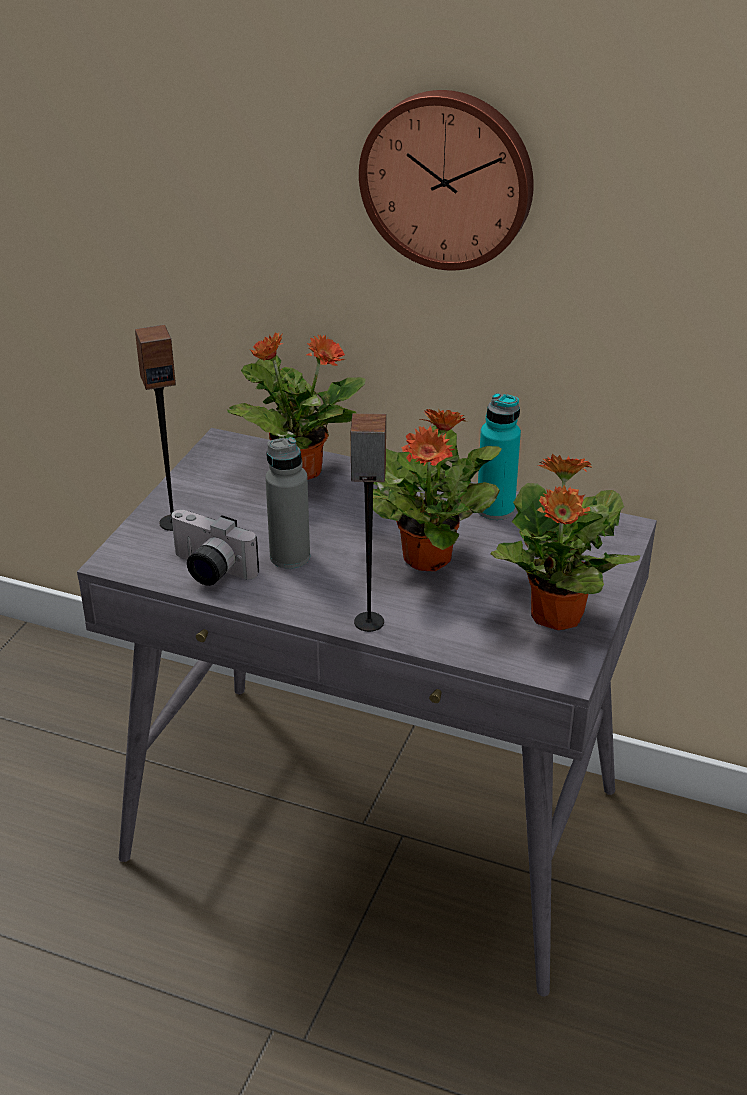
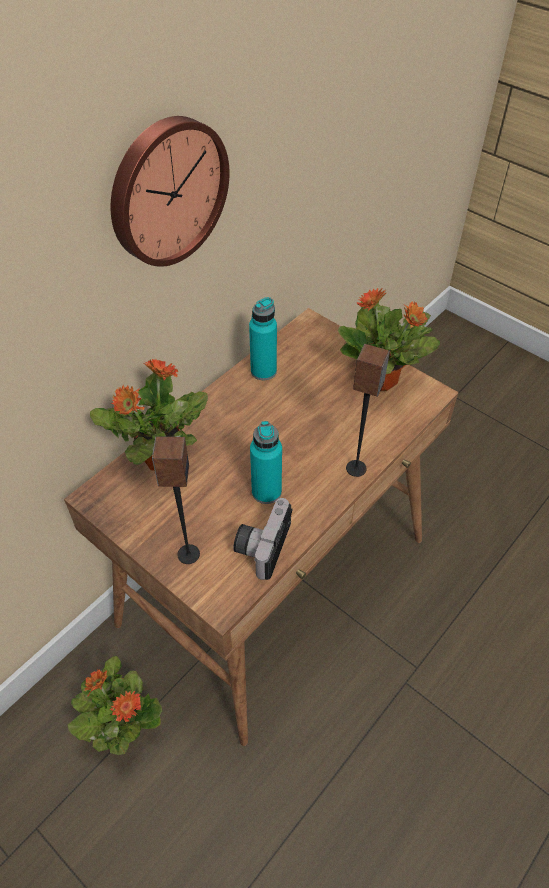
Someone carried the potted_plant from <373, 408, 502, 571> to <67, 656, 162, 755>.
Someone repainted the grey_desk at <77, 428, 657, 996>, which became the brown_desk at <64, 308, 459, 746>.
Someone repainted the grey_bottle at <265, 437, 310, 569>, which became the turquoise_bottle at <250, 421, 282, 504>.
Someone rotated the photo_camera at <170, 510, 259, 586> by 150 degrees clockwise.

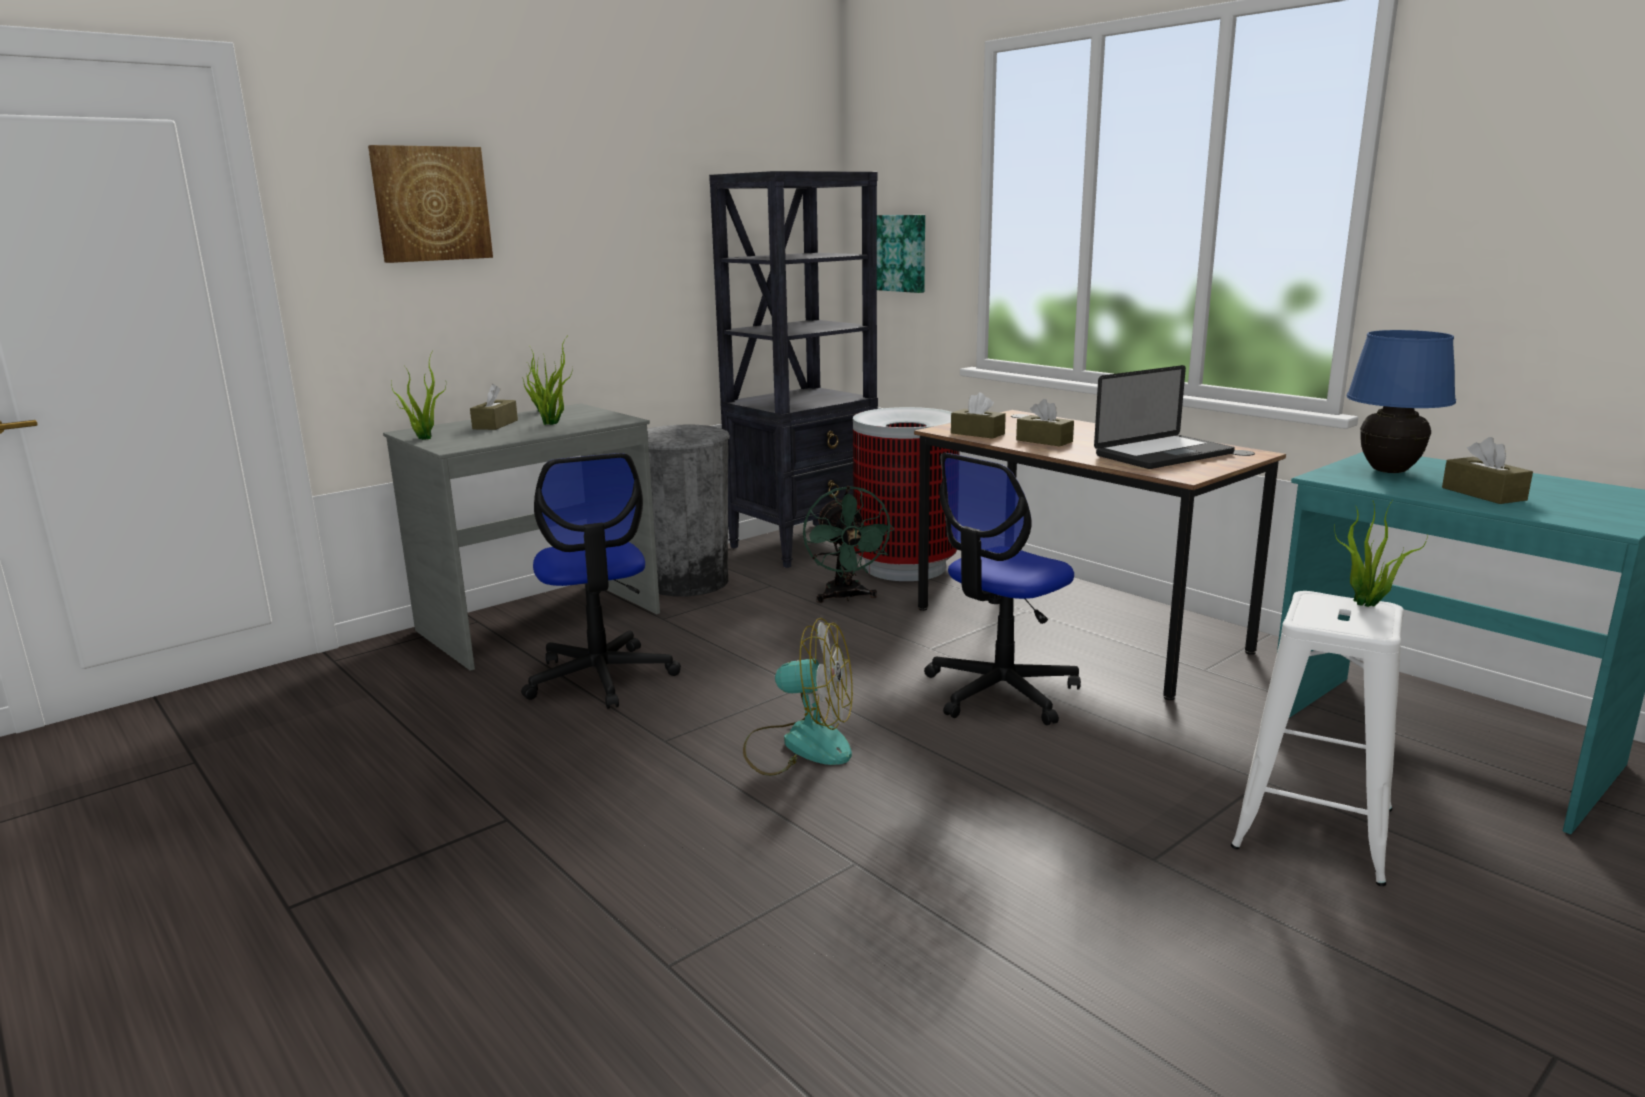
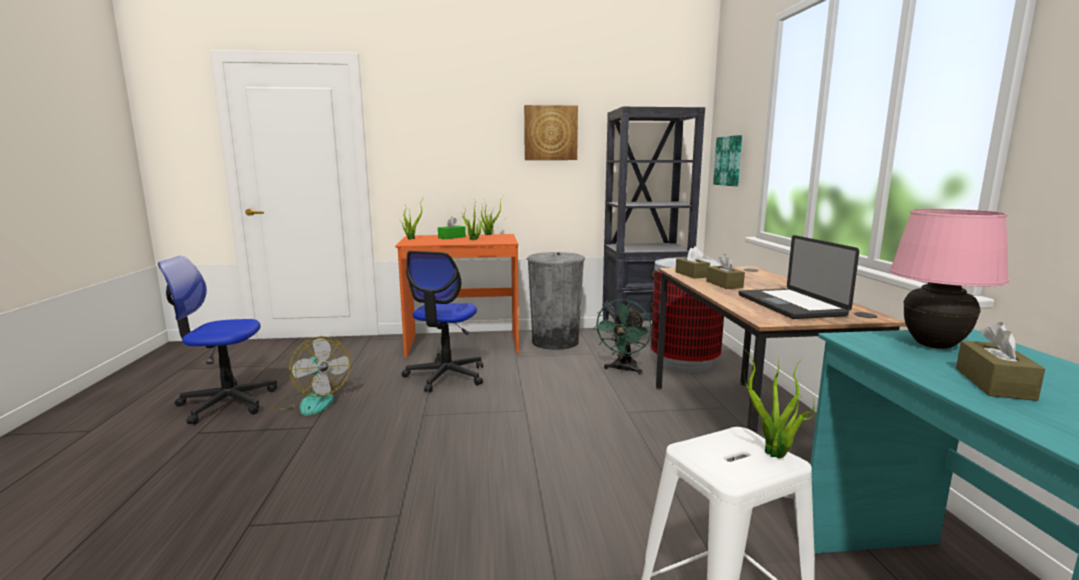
Someone carried the picture from <368, 145, 493, 263> to <524, 105, 578, 160>.
Someone carried the fan from <743, 618, 853, 776> to <273, 336, 350, 416>.
Someone carried the office_chair from <924, 453, 1081, 725> to <158, 256, 277, 425>.
Someone repainted the grey_desk at <383, 403, 660, 671>, which became the orange_desk at <395, 234, 519, 358>.
Someone repainted the brown_tissue_box at <470, 384, 518, 430>, which became the green_tissue_box at <438, 217, 466, 239>.
Someone repainted the blue_table_lamp at <1346, 330, 1456, 473>, which became the pink_table_lamp at <889, 209, 1009, 349>.
Someone rotated the laptop at <1094, 365, 1235, 469> by 75 degrees clockwise.

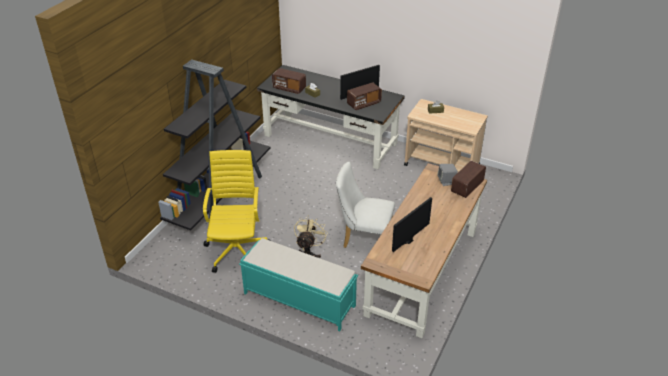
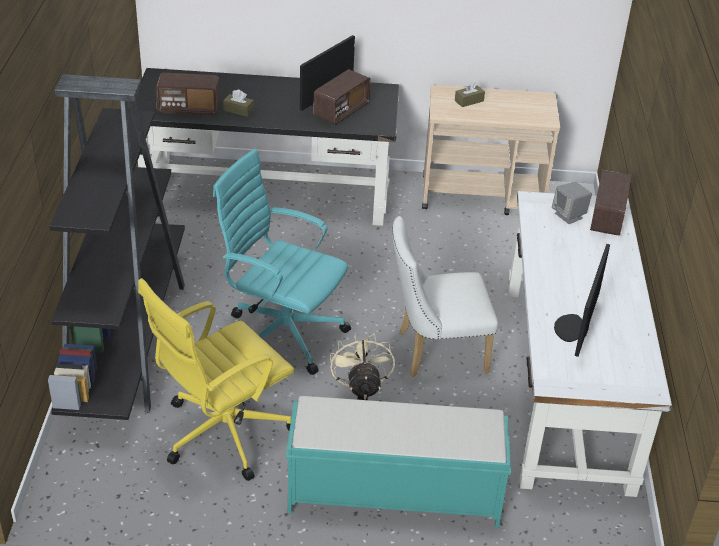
Someone put down the turquoise_office_chair at <213, 149, 351, 375>.
Someone repainted the brown_desk at <361, 163, 487, 338>, which became the white_desk at <508, 191, 672, 497>.
Someone rotated the yellow_office_chair at <203, 150, 269, 273> by 105 degrees counterclockwise.

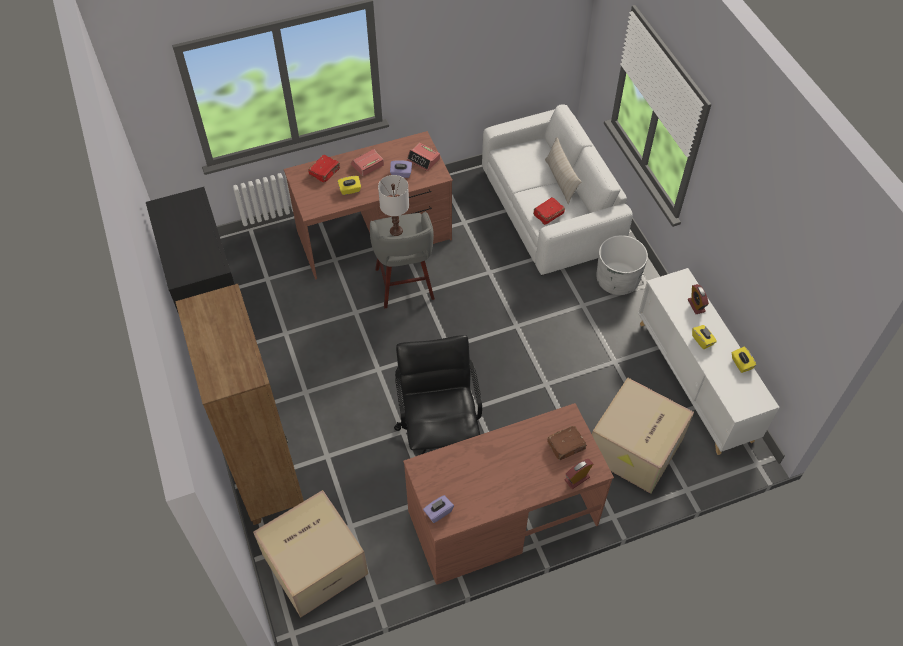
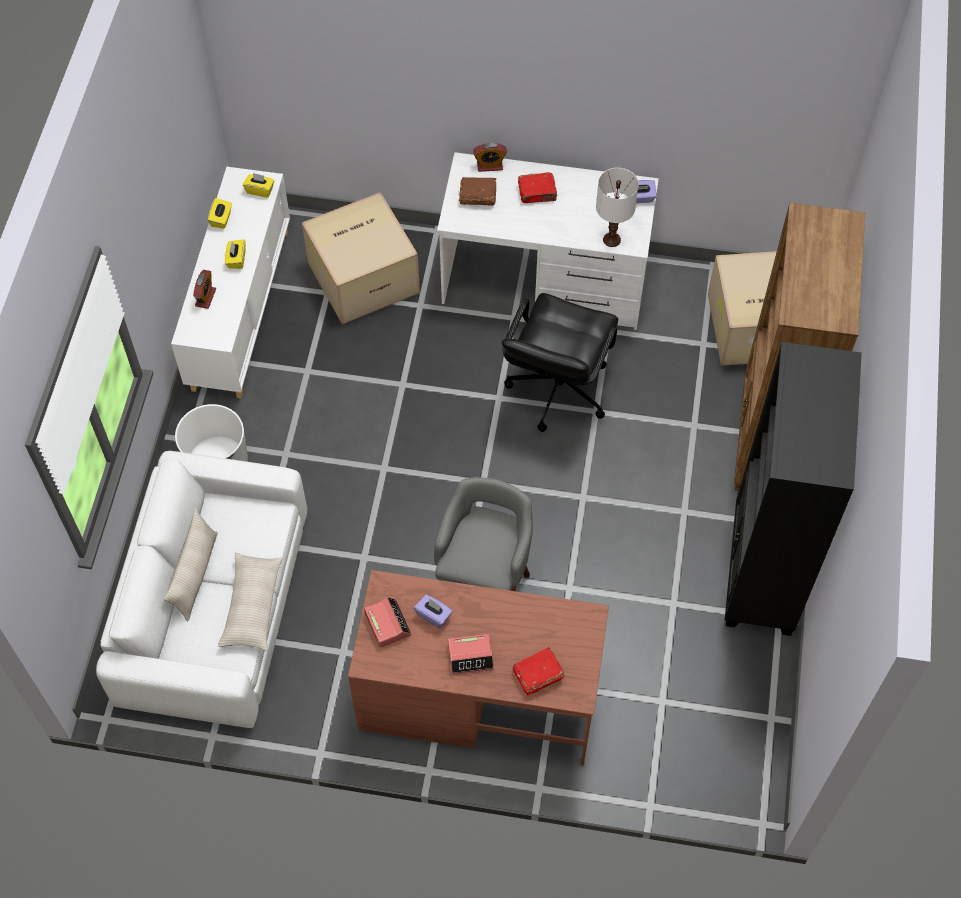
Someone put down the beige_pillow at <218, 553, 283, 651>.
Someone carried the yellow_tissue_box from <338, 176, 361, 195> to <243, 173, 274, 198>.
Someone carried the white_table_lamp from <378, 175, 409, 236> to <596, 168, 639, 247>.
Someone carried the red_book from <533, 197, 565, 225> to <518, 172, 558, 203>.
Someone repainted the brown_desk at <403, 403, 614, 585>, which became the white_desk at <437, 152, 659, 330>.

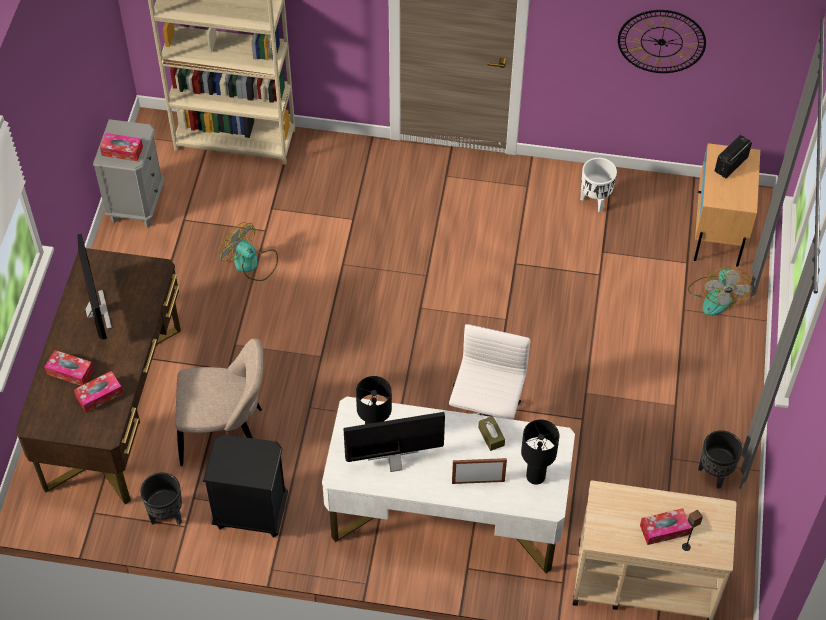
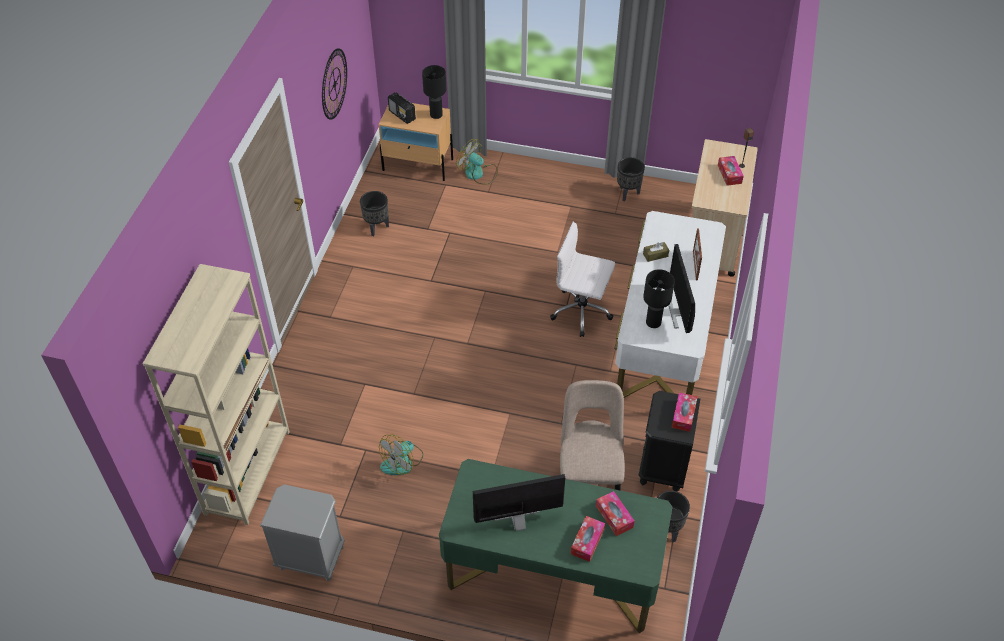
Someone carried the tissue_box from <100, 133, 143, 161> to <671, 392, 698, 432>.
Someone carried the black_table_lamp from <521, 420, 560, 485> to <422, 65, 446, 119>.
Someone repainted the brown_desk at <15, 248, 181, 504>, which became the green_desk at <439, 459, 672, 633>.
Someone repainted the white_planter at <580, 158, 617, 213>, which became the black_planter at <360, 191, 389, 236>.
Someone rotated the fan at <688, 267, 752, 316> by 150 degrees counterclockwise.

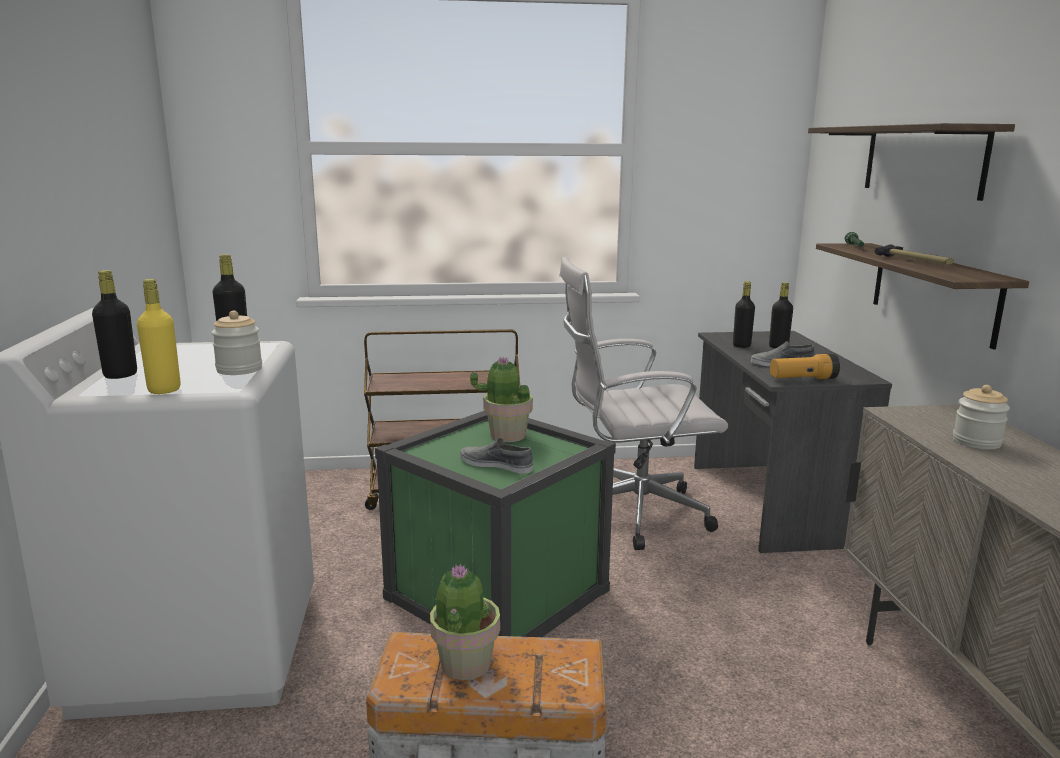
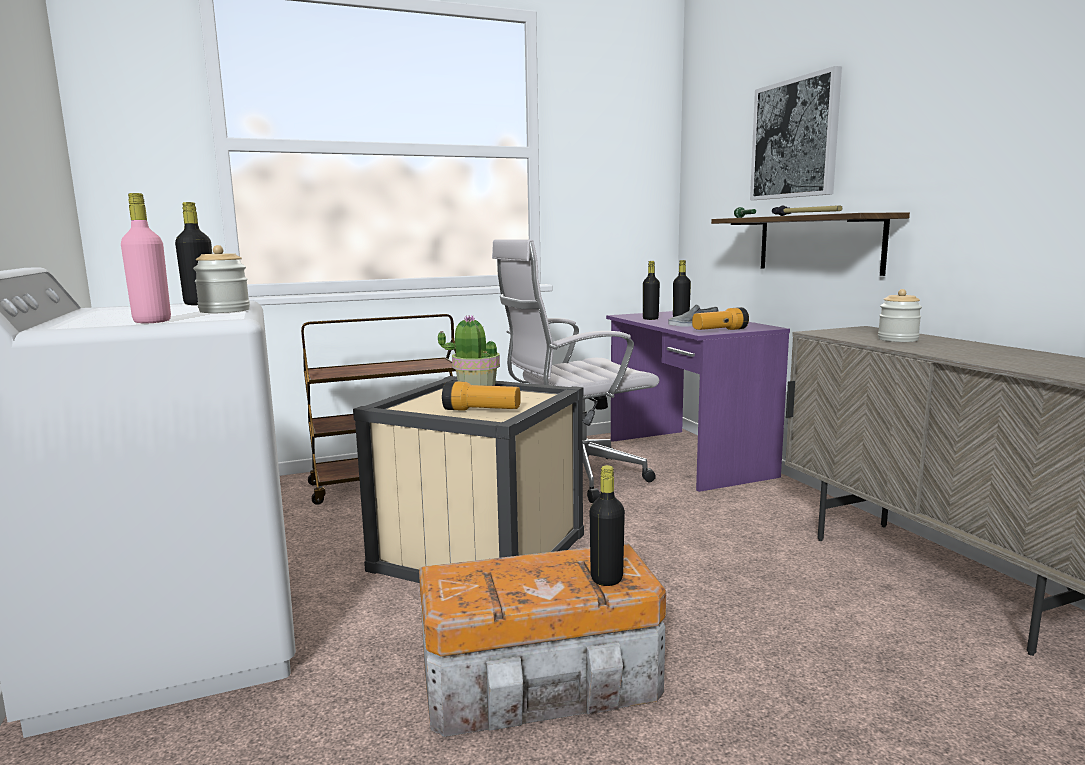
Someone took away the potted_plant at <430, 563, 500, 680>.
Someone carried the black_bottle from <92, 270, 137, 379> to <590, 465, 625, 586>.
Someone swapped the grey_shoe at <460, 438, 533, 474> for the flashlight at <442, 381, 521, 411>.
Someone swapped the shelf at <808, 123, 1015, 201> for the picture at <750, 66, 842, 200>.
Someone repainted the yellow_bottle at <137, 279, 181, 394>, which became the pink_bottle at <121, 193, 171, 323>.
Someone repainted the green_storage_box at <375, 411, 616, 637>, which became the beige_storage_box at <353, 376, 584, 583>.
Someone repainted the grey_desk at <694, 331, 892, 553>, which became the purple_desk at <606, 311, 790, 492>.

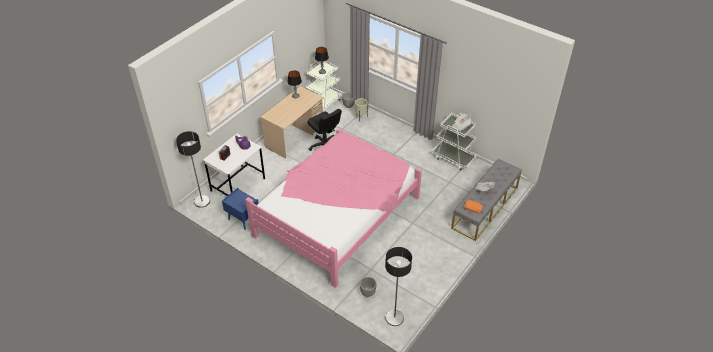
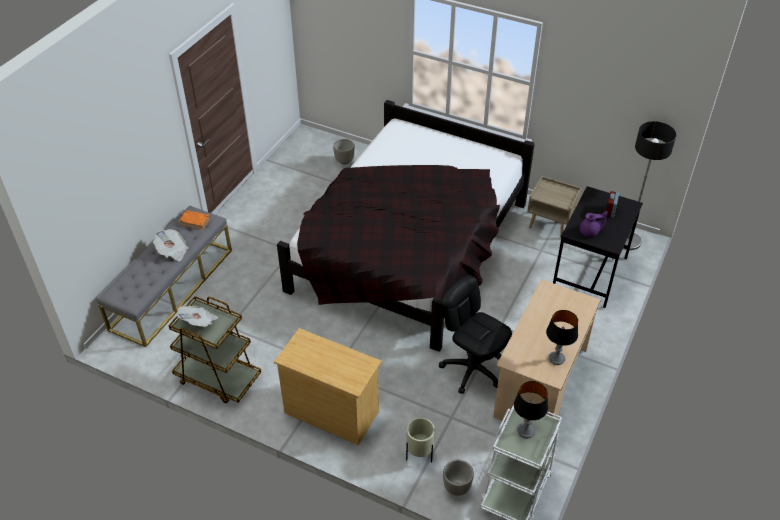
Someone took away the floor_lamp at <385, 247, 412, 326>.
Someone put down the beige_dresser at <274, 328, 382, 445>.
Someone repainted the white_desk at <203, 134, 265, 196>, which became the black_desk at <553, 186, 643, 308>.
Someone repainted the blue_nightstand at <222, 188, 259, 230>, which became the beige_nightstand at <527, 176, 582, 238>.
Someone repainted the pink_bed at <245, 128, 422, 288>, which became the black_bed at <277, 100, 535, 352>.
Someone repainted the white_cart at <432, 113, 477, 171>, which became the brown_cart at <168, 296, 261, 404>.

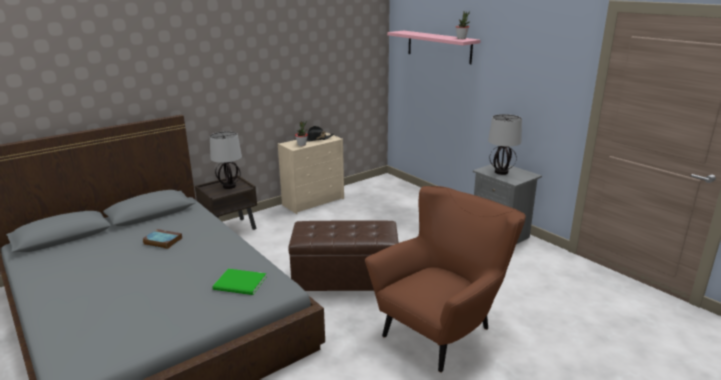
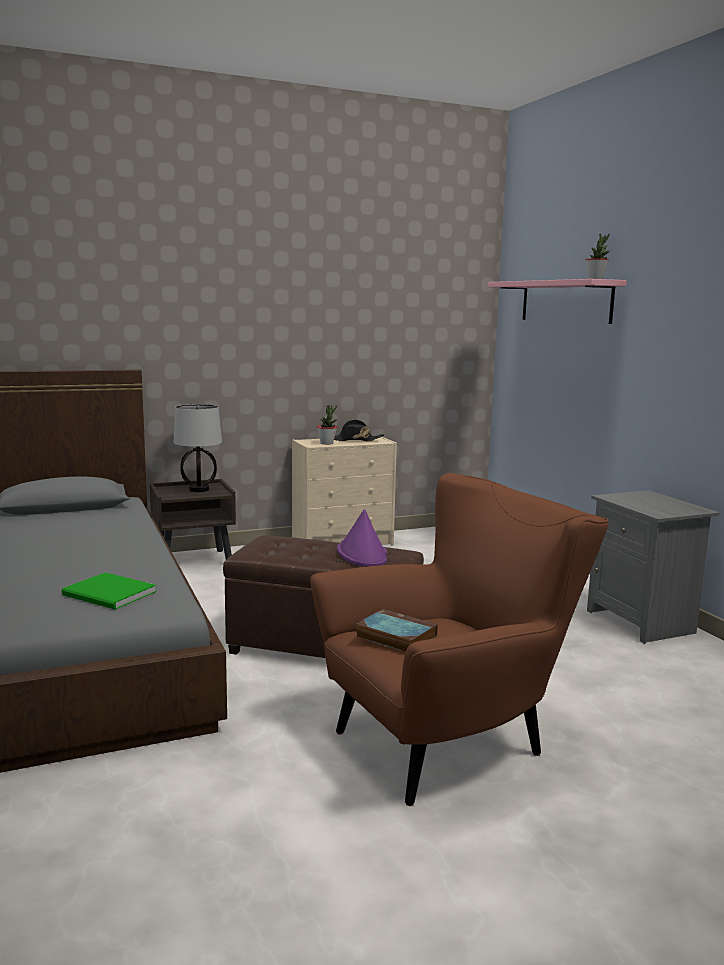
Someone took away the table_lamp at <488, 114, 522, 175>.
Someone put down the purple_hat at <337, 509, 388, 567>.
Someone carried the book from <142, 229, 182, 249> to <356, 609, 438, 652>.

